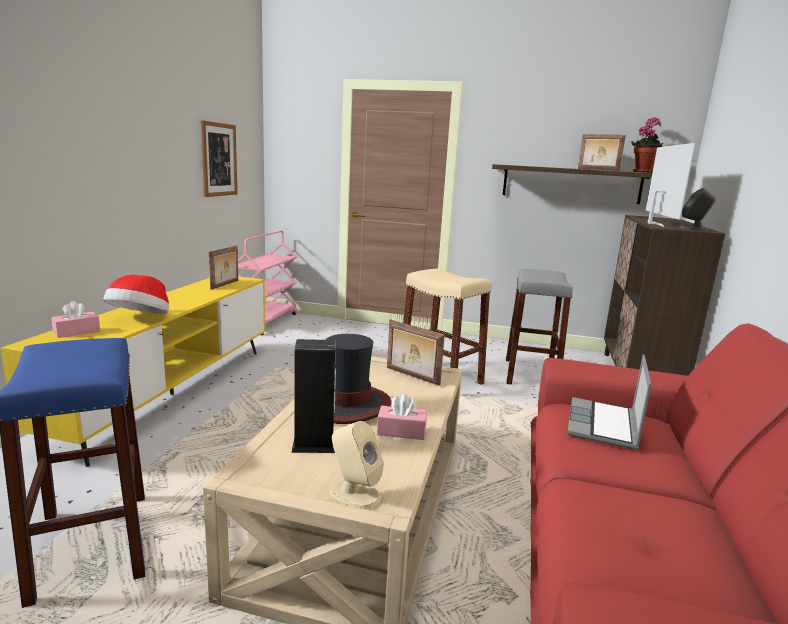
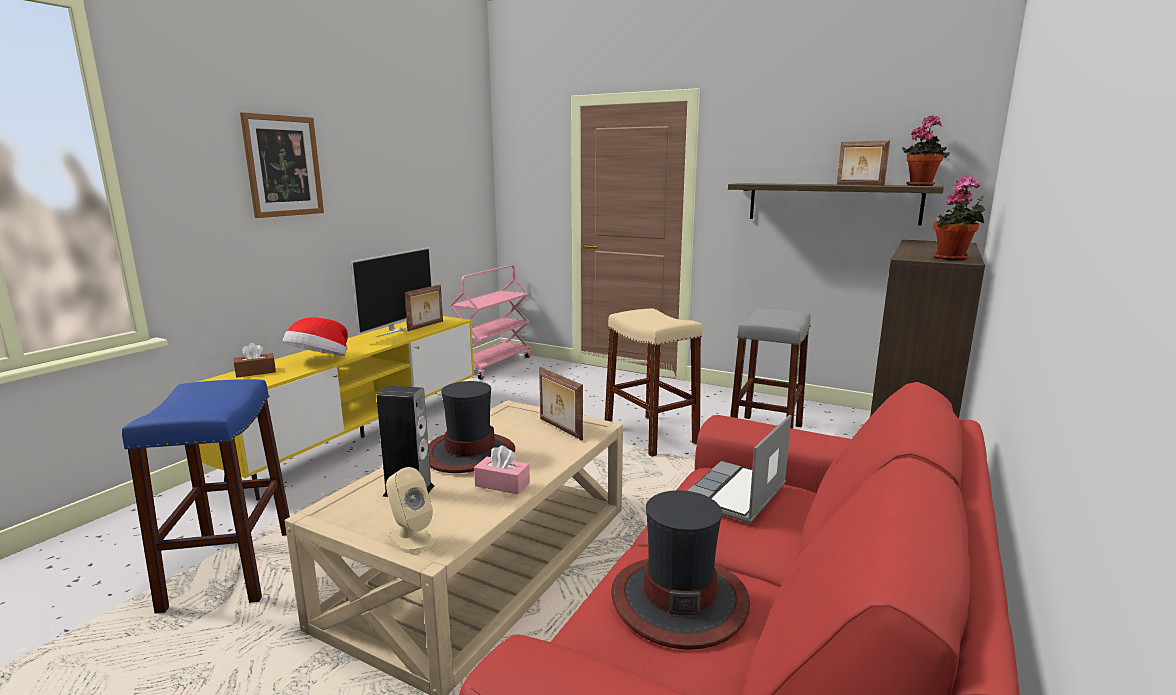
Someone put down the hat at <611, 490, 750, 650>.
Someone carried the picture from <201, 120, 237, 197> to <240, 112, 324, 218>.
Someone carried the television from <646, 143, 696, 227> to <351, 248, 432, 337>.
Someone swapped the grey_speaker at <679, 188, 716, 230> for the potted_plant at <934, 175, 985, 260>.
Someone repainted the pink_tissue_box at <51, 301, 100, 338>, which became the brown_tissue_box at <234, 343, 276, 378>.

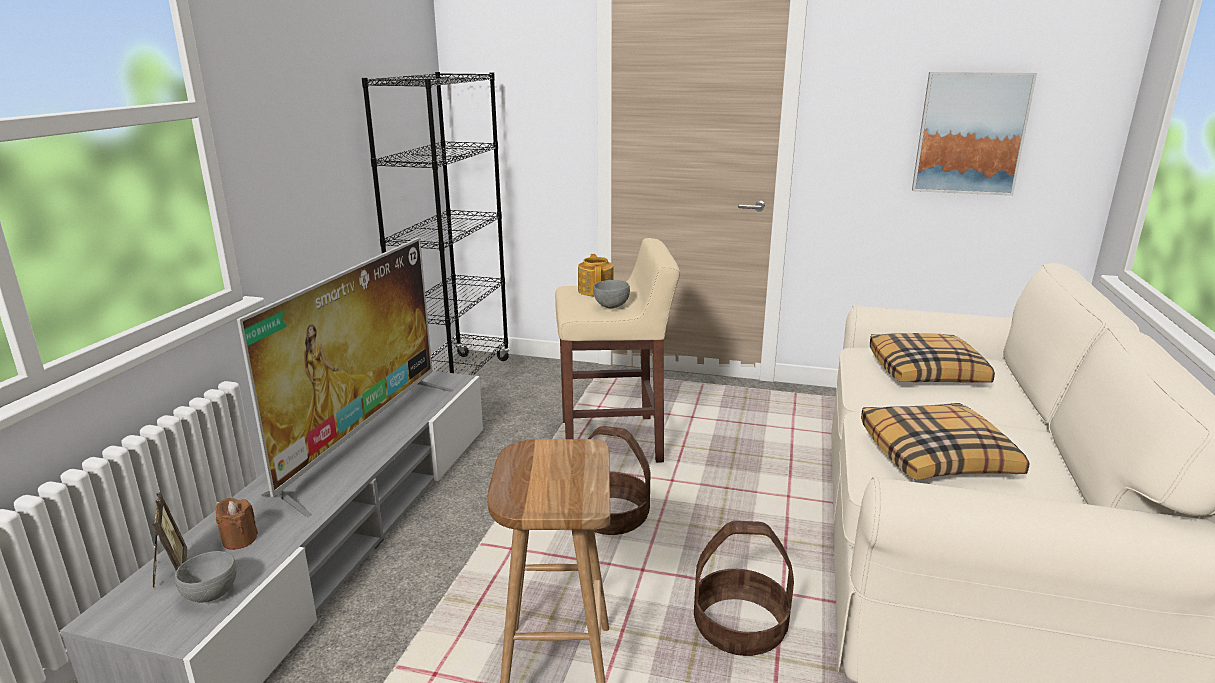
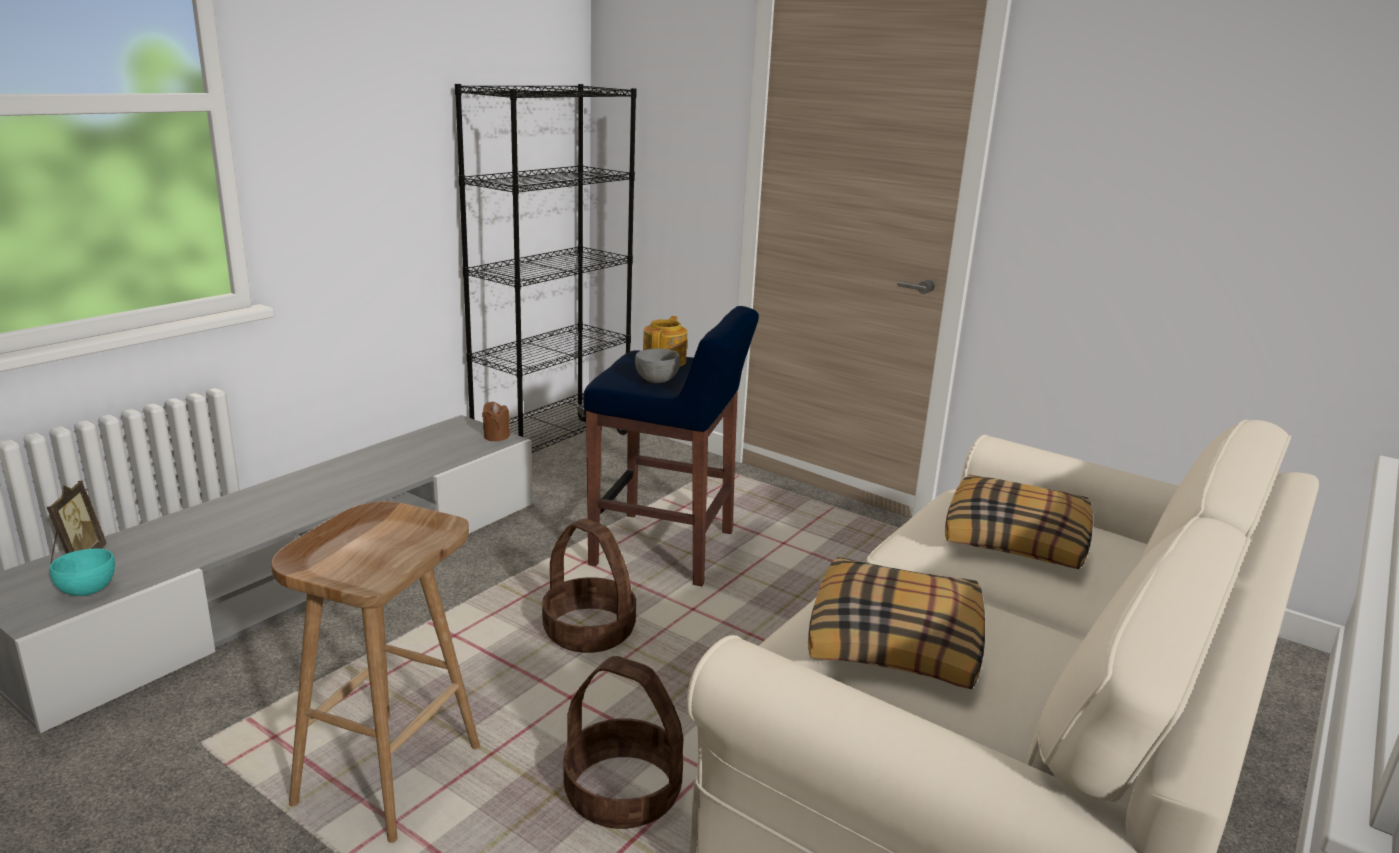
Someone took away the television at <237, 238, 454, 517>.
Someone took away the picture at <912, 72, 1037, 196>.
Someone carried the brown_candle from <216, 498, 258, 550> to <482, 402, 510, 441>.
Someone repainted the grey_bowl at <175, 551, 237, 602>, which became the turquoise_bowl at <50, 549, 115, 596>.
Someone repainted the beige_stool at <555, 238, 680, 463>, which became the blue_stool at <583, 306, 759, 586>.

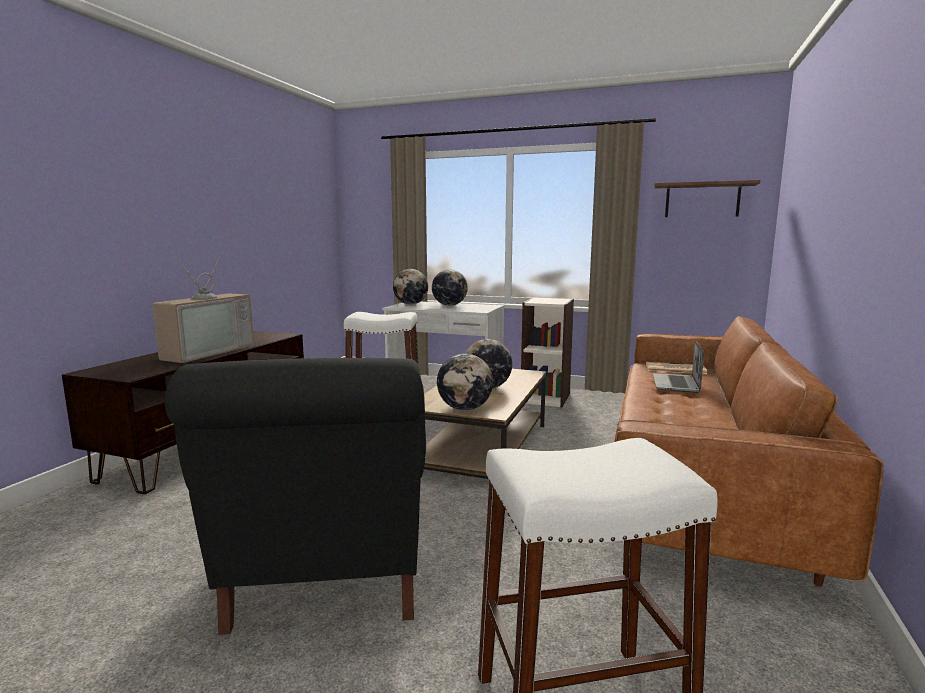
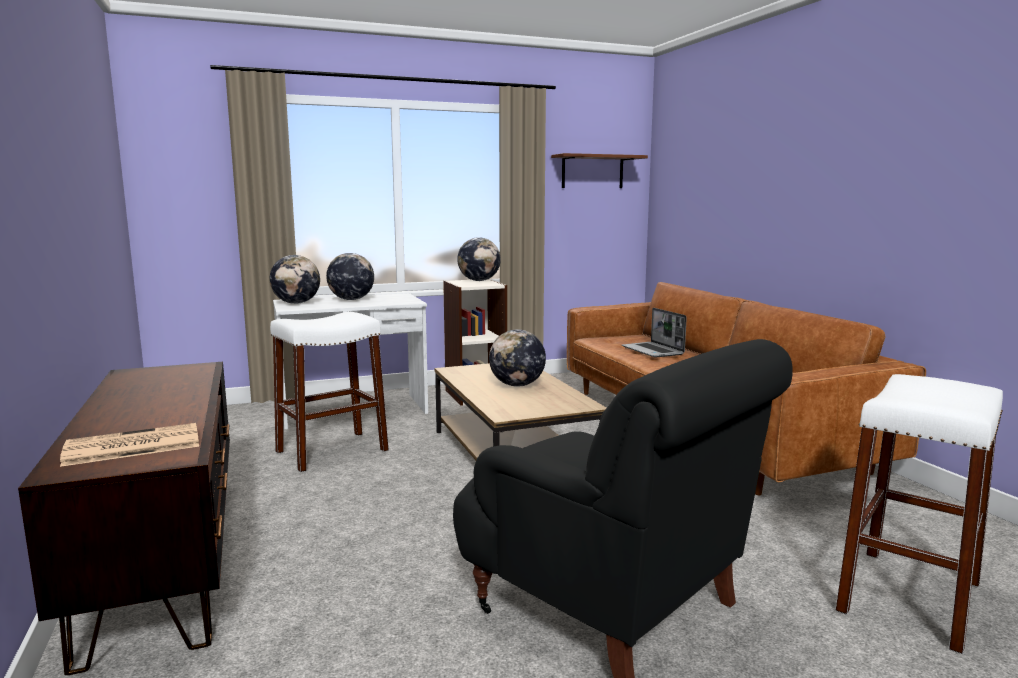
Someone took away the television at <152, 251, 254, 363>.
Someone carried the globe from <437, 354, 493, 410> to <457, 237, 501, 281>.
Someone carried the newspaper from <646, 362, 707, 374> to <60, 423, 199, 467>.

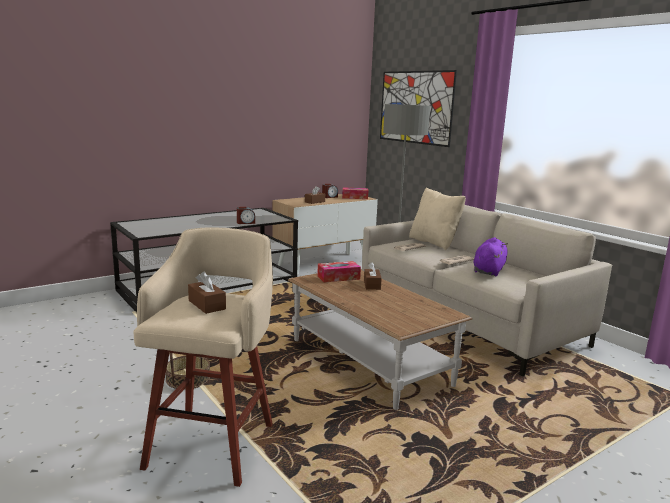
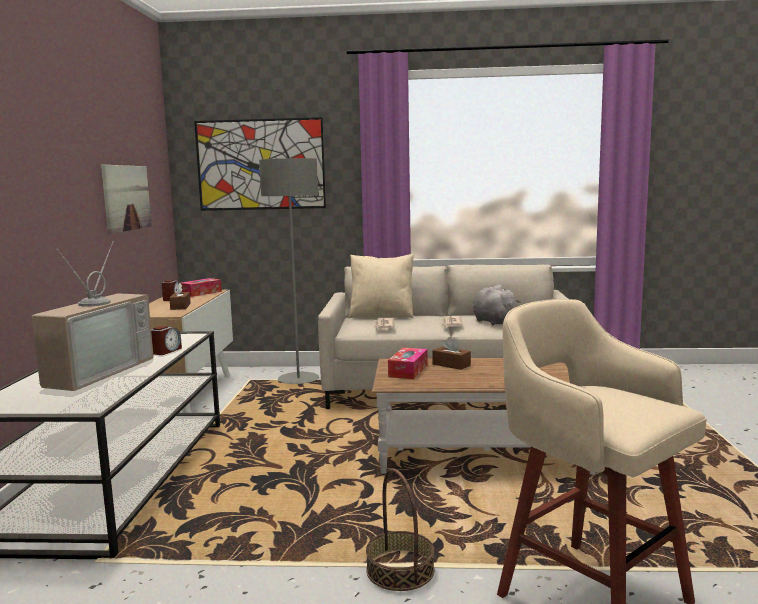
Someone took away the brown_tissue_box at <188, 272, 226, 314>.
Someone put down the television at <32, 241, 154, 391>.
Someone put up the picture at <101, 165, 152, 234>.
Someone repainted the purple_plush_toy at <473, 237, 508, 276>, which became the grey_plush_toy at <472, 285, 521, 325>.

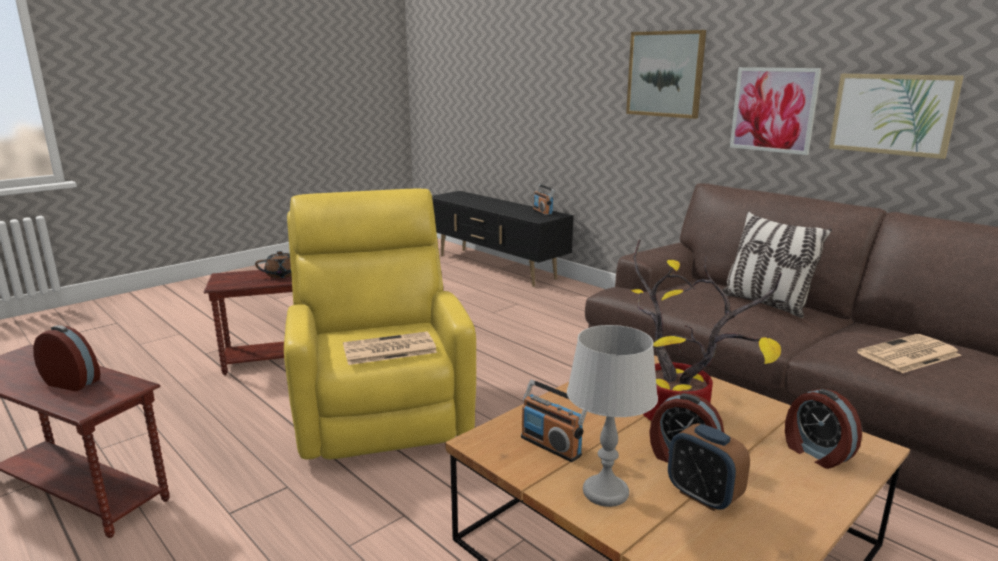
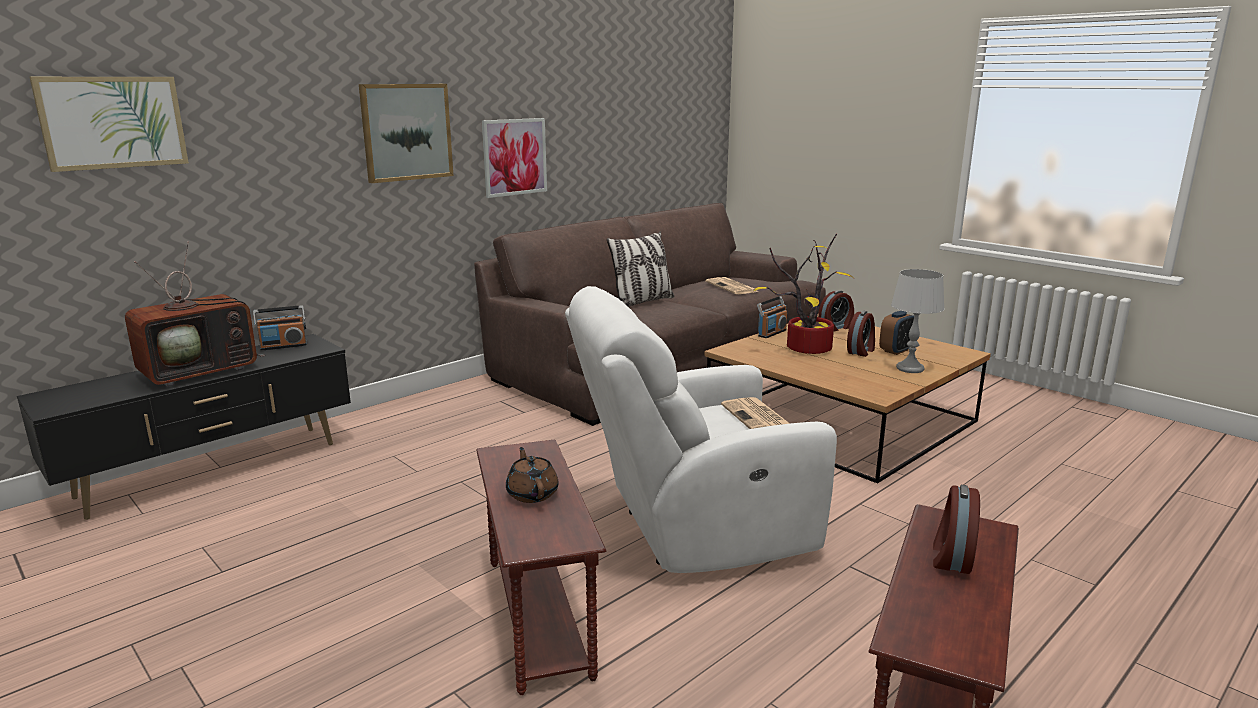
Someone put down the television at <125, 241, 266, 387>.
Someone carried the radio from <521, 380, 587, 462> to <757, 296, 787, 338>.
Someone carried the picture from <829, 74, 964, 159> to <30, 77, 189, 172>.
Someone repainted the yellow_armchair at <284, 188, 476, 459>, which became the white_armchair at <565, 286, 837, 573>.

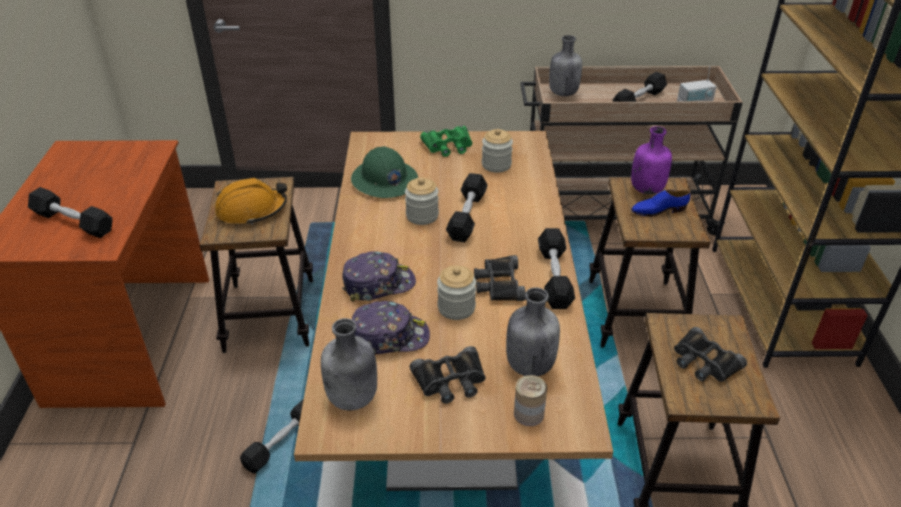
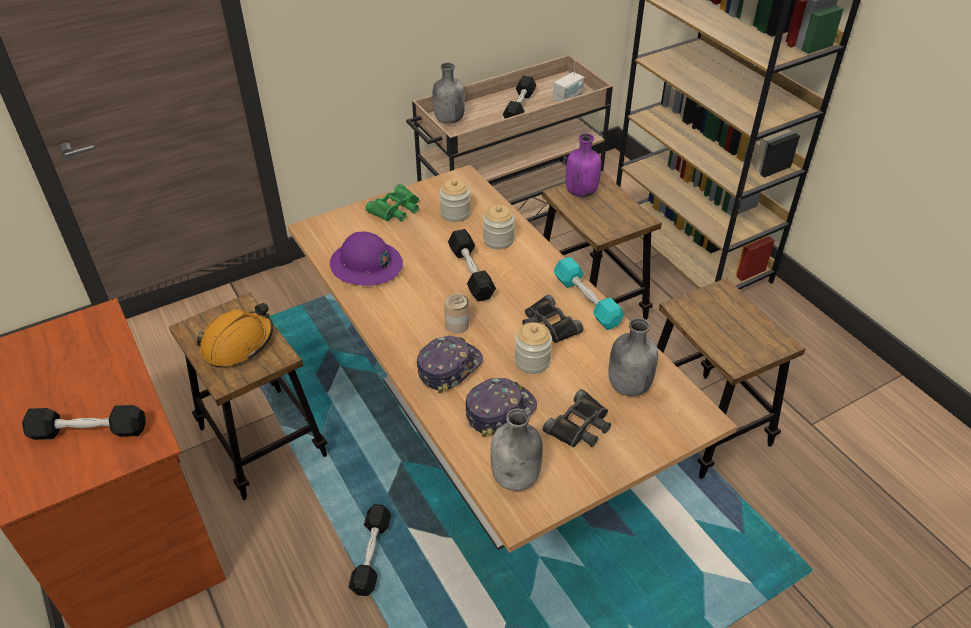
Someone took away the blue_shoe at <631, 189, 690, 216>.
Someone took away the black_binoculars at <674, 327, 747, 382>.
Someone carried the jar from <405, 178, 439, 225> to <483, 205, 515, 250>.
Someone carried the can from <514, 375, 547, 426> to <444, 293, 469, 334>.
Someone repainted the green_hard_hat at <351, 146, 418, 198>, which became the purple_hard_hat at <330, 232, 403, 286>.
Someone repainted the black_dumbbell at <538, 228, 575, 309>, which became the turquoise_dumbbell at <554, 257, 625, 330>.

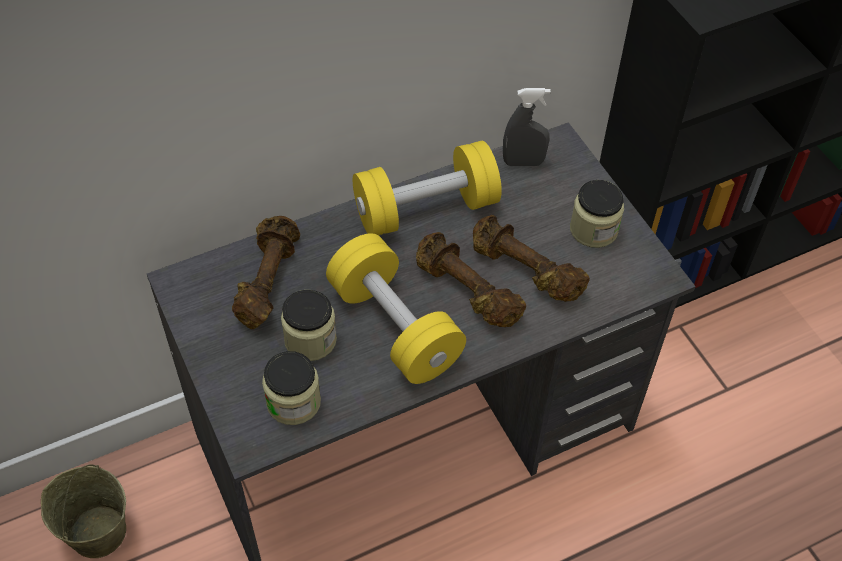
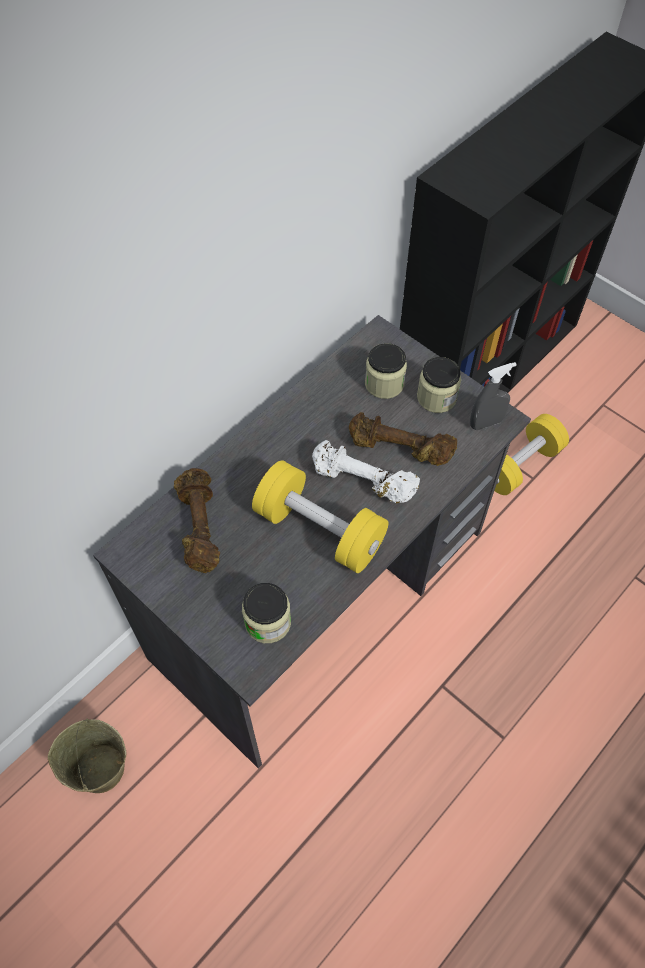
Someone carried the jar from <281, 289, 337, 361> to <365, 343, 407, 399>.
Someone carried the yellow_dumbbell from <353, 141, 502, 235> to <494, 414, 569, 495>.
Someone carried the grey_spray_bottle from <503, 88, 551, 166> to <470, 362, 517, 430>.
Someone repainted the brown_dumbbell at <416, 232, 526, 327>, which became the white_dumbbell at <312, 440, 420, 504>.

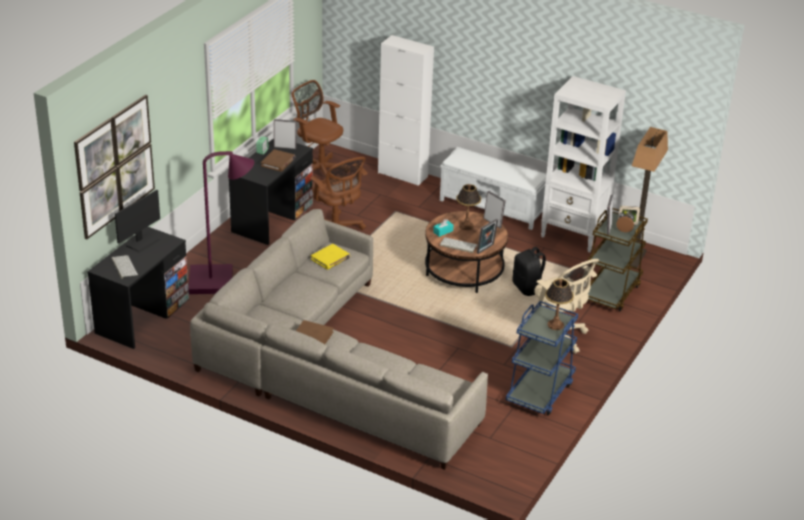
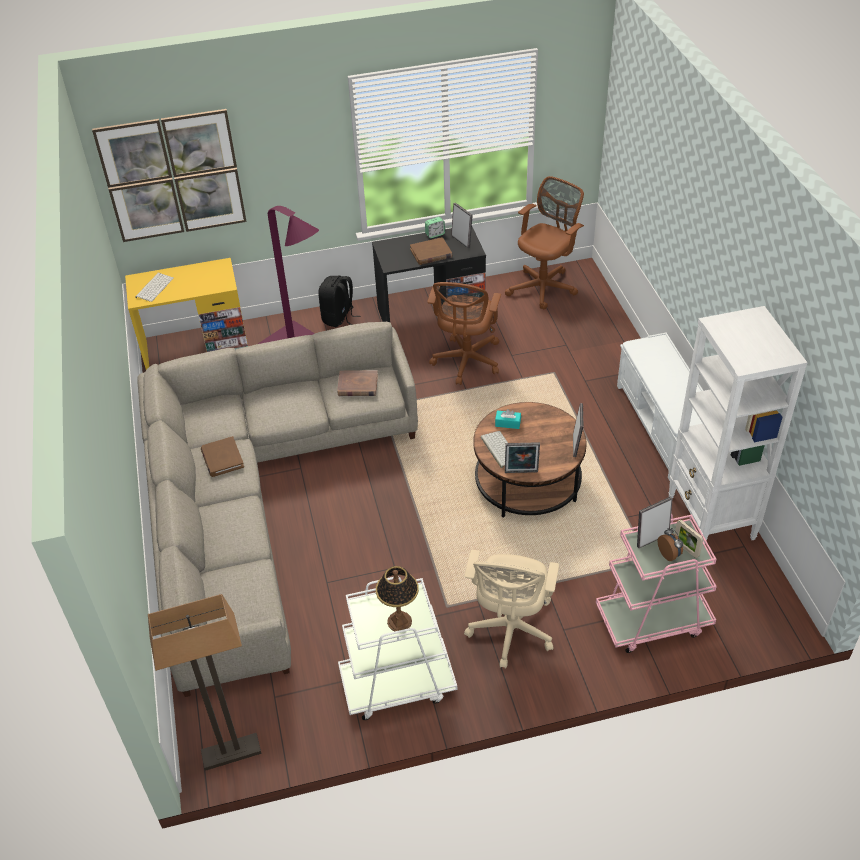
Someone took away the monitor at <115, 190, 160, 253>.
Someone took away the white_cabinet at <378, 35, 434, 186>.
Someone took away the table_lamp at <456, 184, 481, 230>.
Someone carried the black_backpack from <513, 247, 546, 296> to <318, 275, 360, 327>.
Someone carried the floor_lamp from <630, 127, 668, 269> to <148, 594, 261, 771>.
Someone repainted the black_desk at <87, 227, 189, 349>, which became the yellow_desk at <125, 258, 248, 370>.
Someone repainted the yellow_book at <311, 244, 350, 270>, which became the brown_book at <337, 370, 378, 396>.
Someone repainted the blue_cart at <506, 301, 578, 416>, which became the white_cart at <338, 577, 457, 720>.
Someone repainted the brown_cart at <588, 208, 648, 312>, which became the pink_cart at <596, 513, 717, 653>.
Someone rotated the brown_office_chair at <292, 80, 350, 177> by 45 degrees clockwise.

